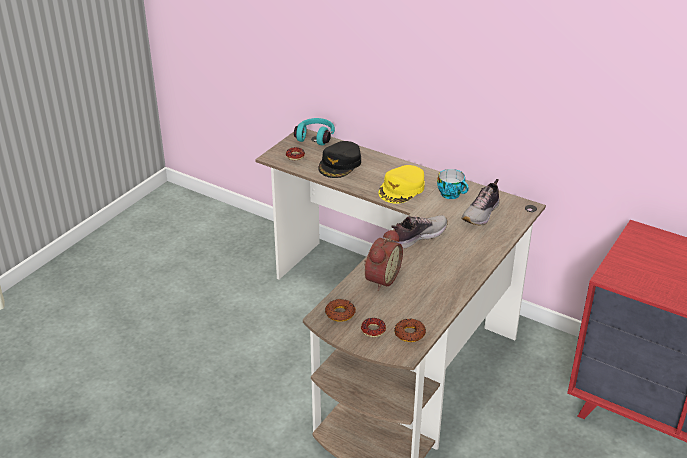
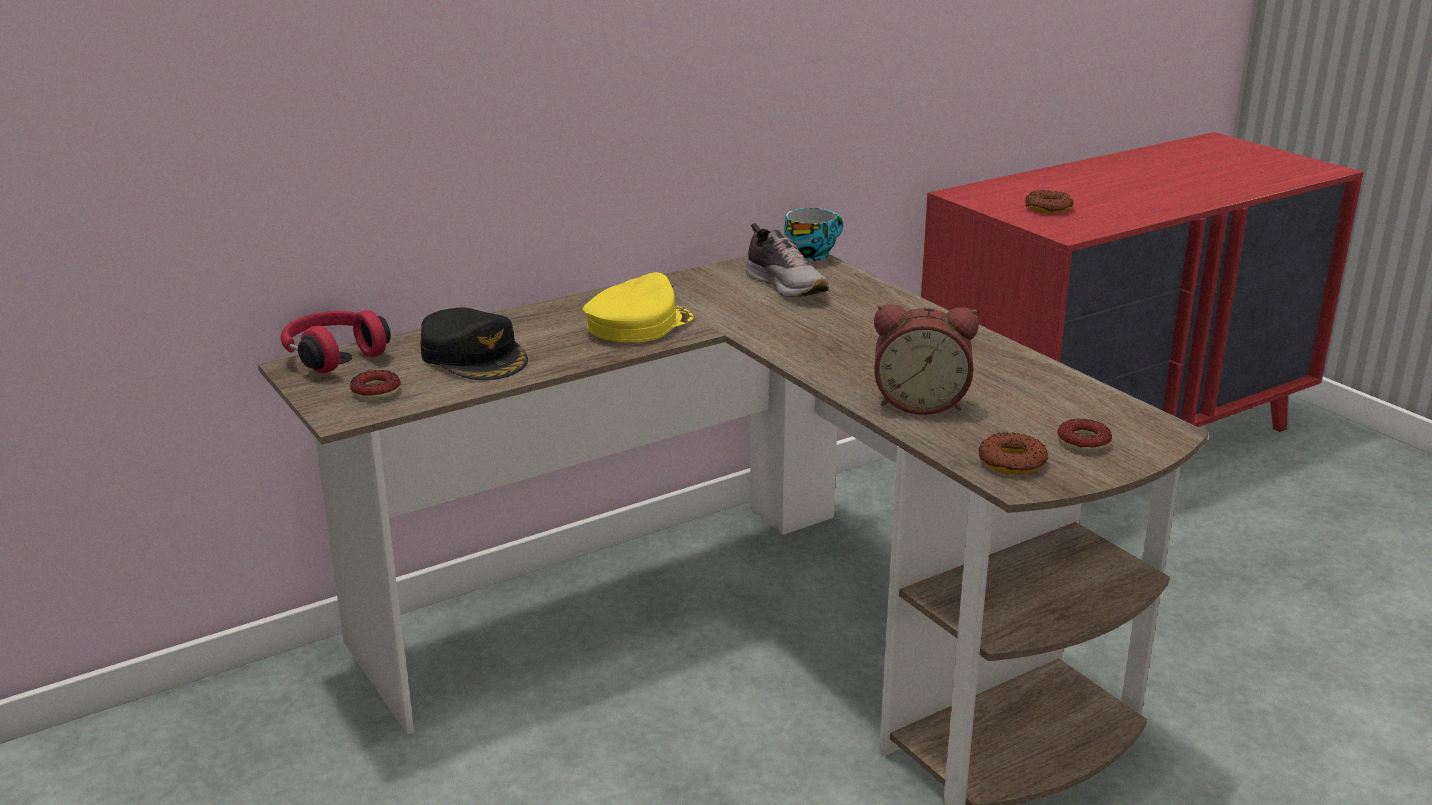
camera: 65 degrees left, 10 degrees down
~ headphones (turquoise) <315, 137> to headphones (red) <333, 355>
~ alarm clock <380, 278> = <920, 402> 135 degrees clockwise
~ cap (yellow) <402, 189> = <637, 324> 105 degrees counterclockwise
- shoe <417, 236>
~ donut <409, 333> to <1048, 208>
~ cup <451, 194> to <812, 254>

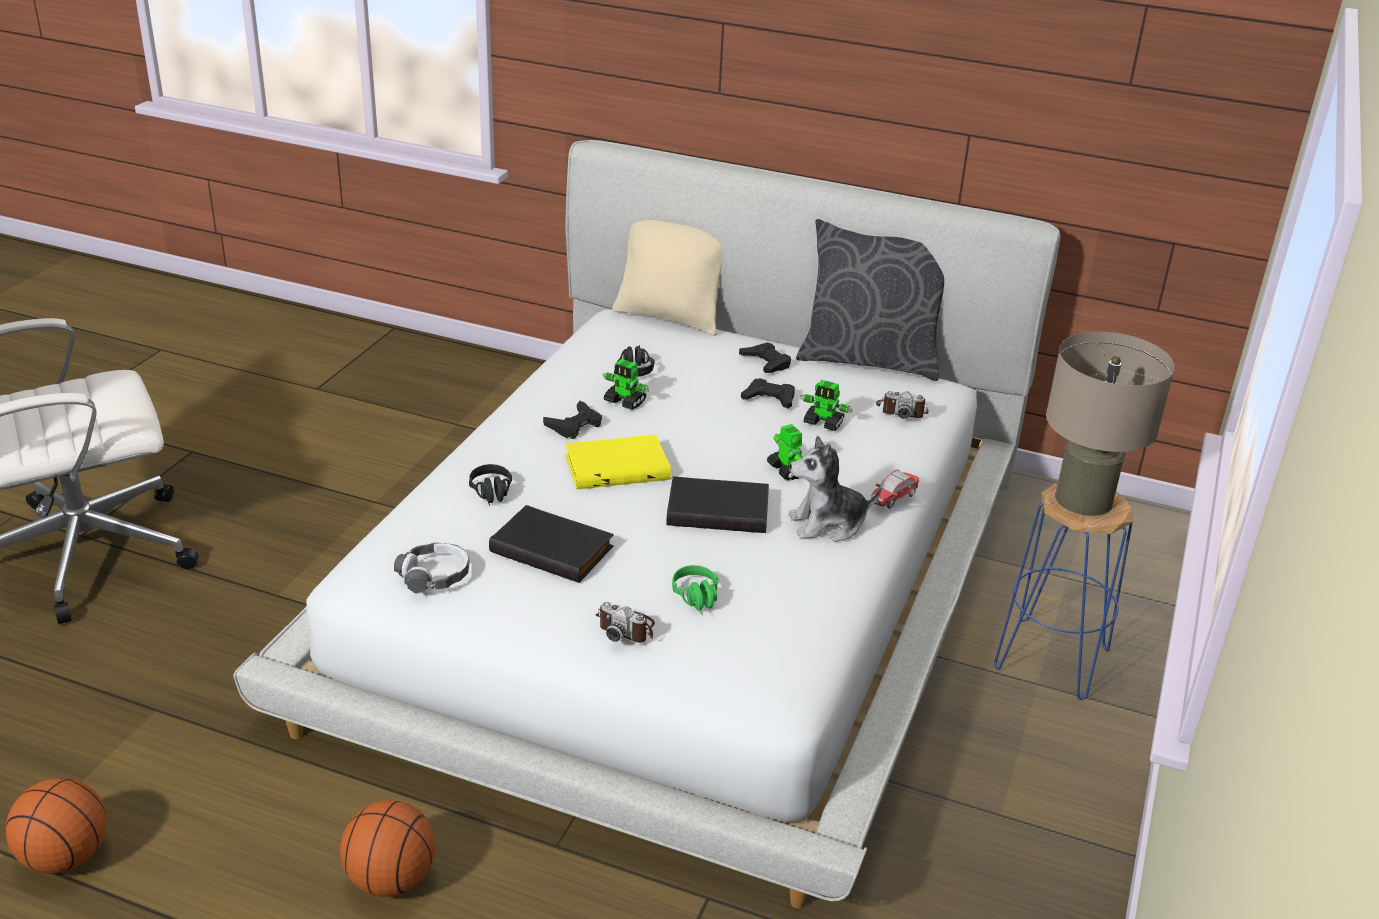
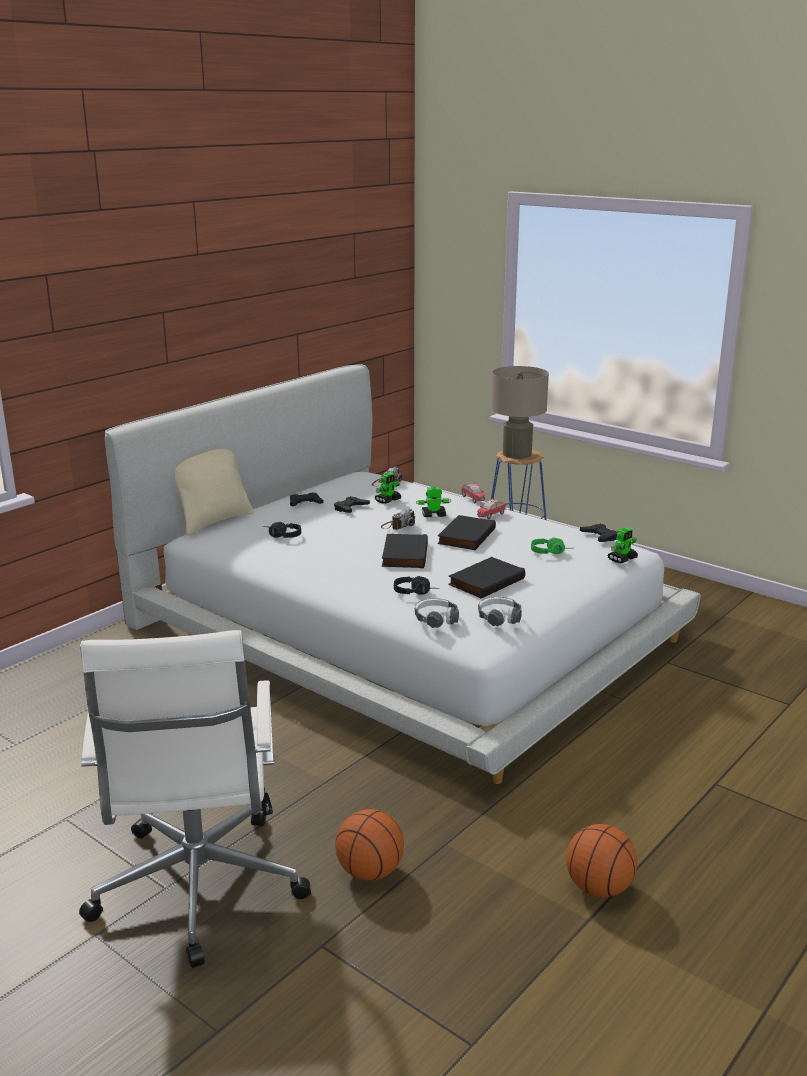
camera: 70 degrees left, 10 degrees down
~ basketball <391, 879> to <370, 871>
~ game controller (black) <574, 425> to <599, 536>
~ book (yellow) <617, 466> to book (black) <403, 554>
~ photo camera <626, 628> to <398, 525>
~ toy robot <625, 402> to <622, 559>
~ plush toy <827, 524> to toy car <491, 515>
- pillow (grey) <869, 359>
+ headphones <436, 619>

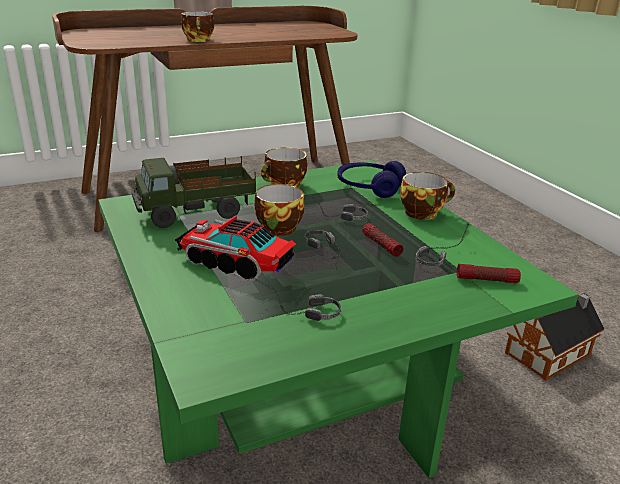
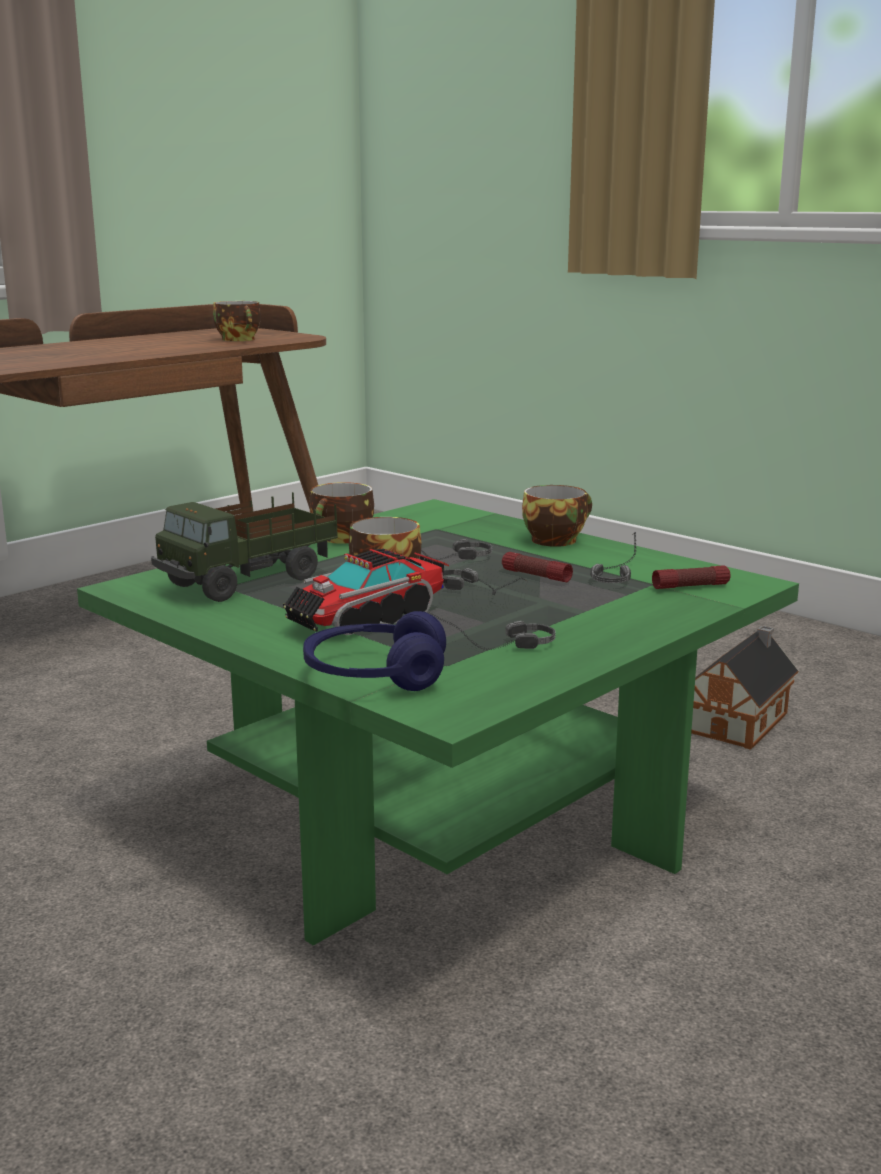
camera: 20 degrees left, 10 degrees down
~ toy truck <235, 263> = <367, 619> 45 degrees counterclockwise
~ cup <199, 40> to <240, 340>
~ headphones (blue) <369, 188> to <374, 676>

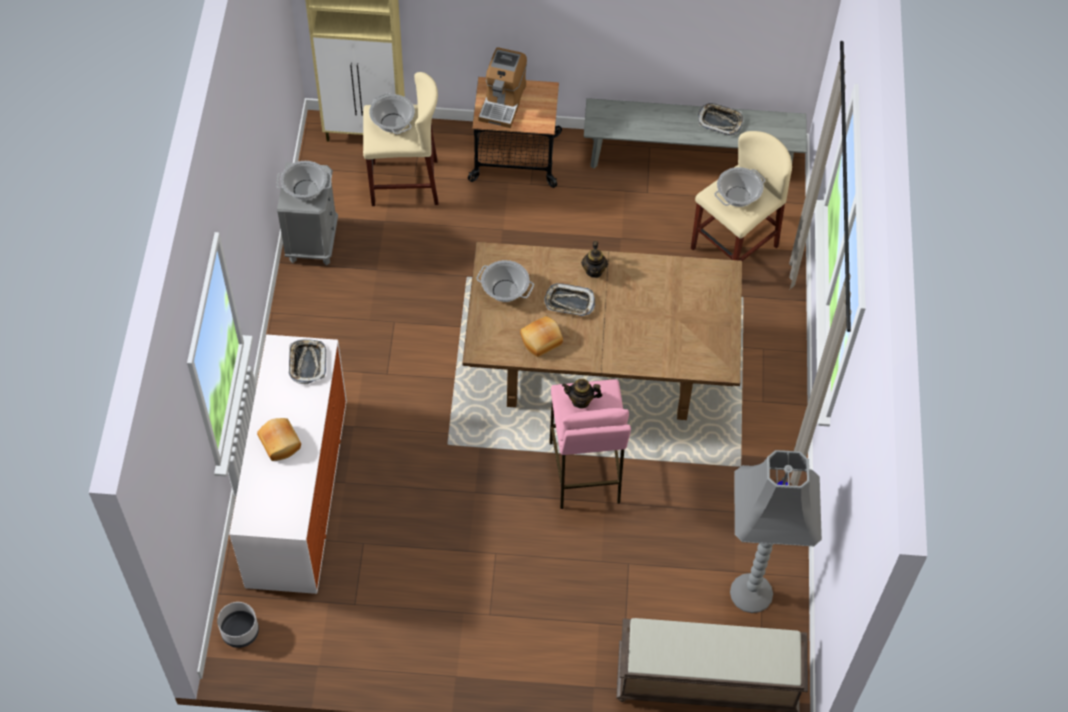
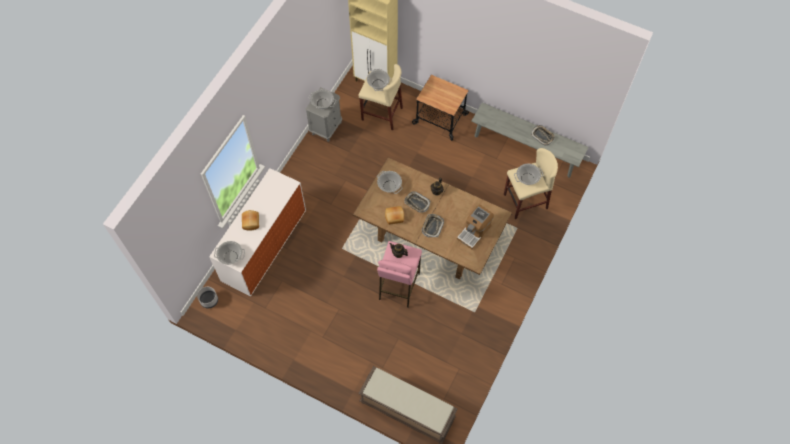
camera: 25 degrees right, 5 degrees up
~ tray <307, 363> to <432, 226>
~ coffee machine <503, 102> to <474, 232>
- floor lamp (grey) <750, 592>
+ cooking pot <231, 256>

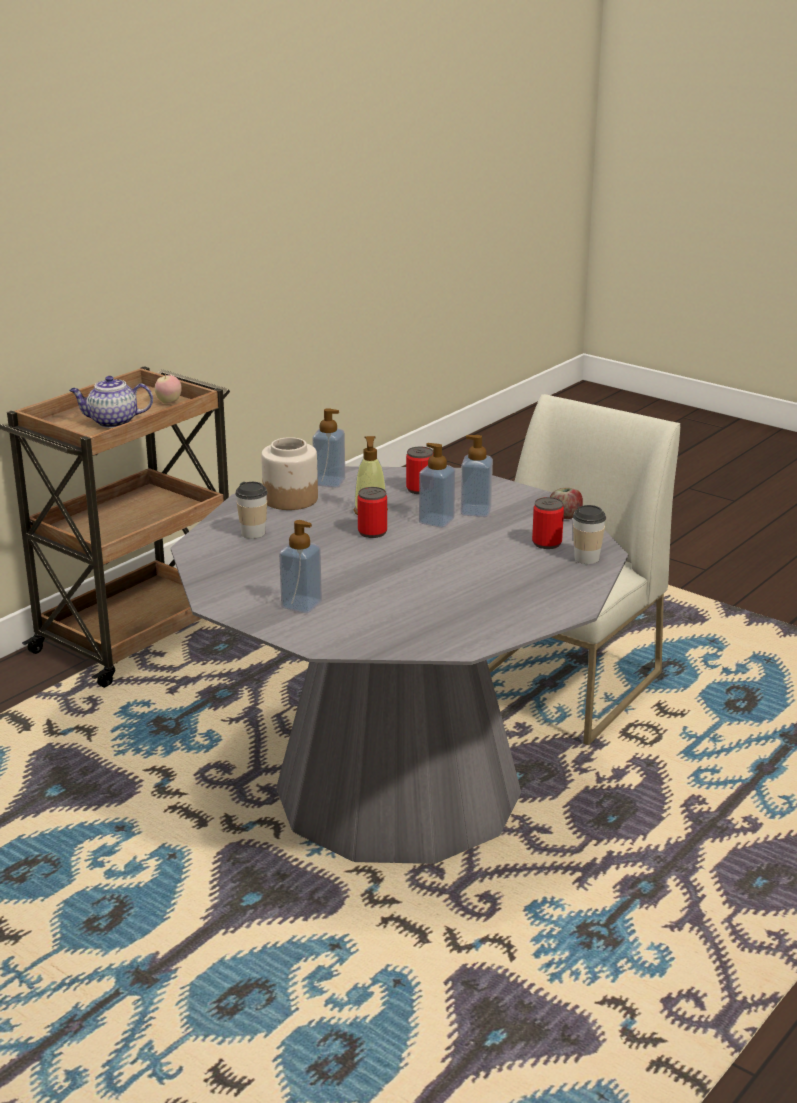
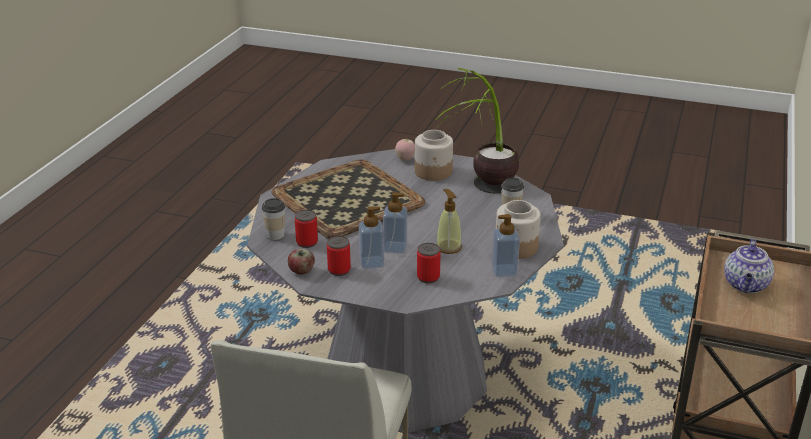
camera: 160 degrees right, 5 degrees up
~ teapot <112, 422> = <746, 285> 135 degrees clockwise
~ apple <169, 402> to <405, 159>
~ soap dispenser <301, 605> to jar <433, 172>
~ can <372, 532> to <339, 270>
+ tray <346, 198>
+ potted plant <481, 193>

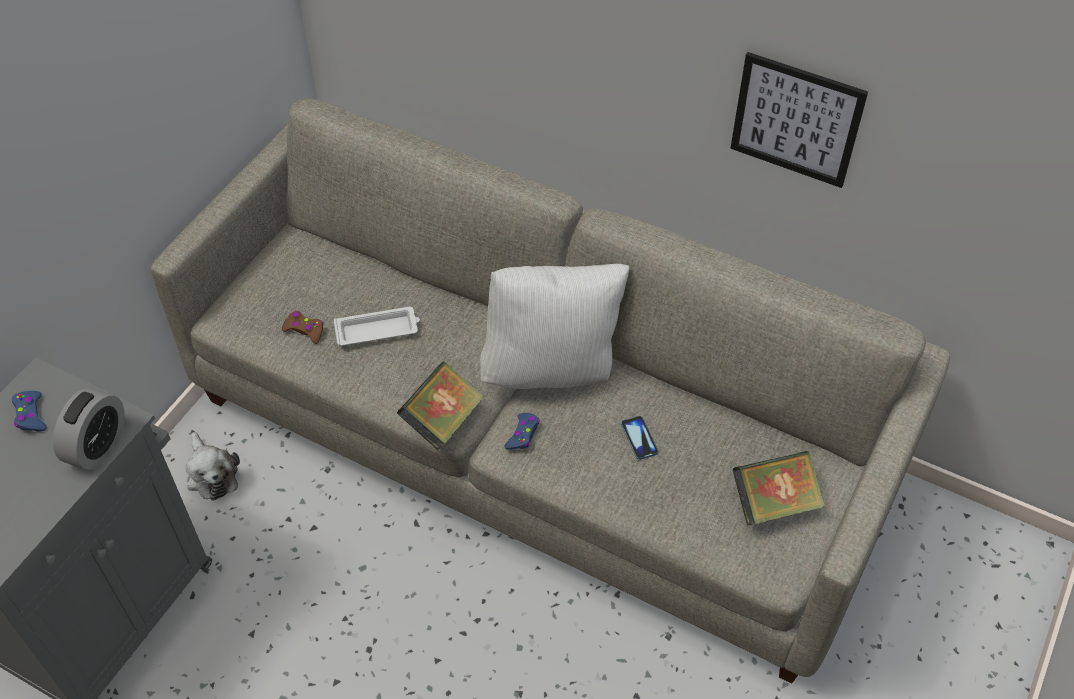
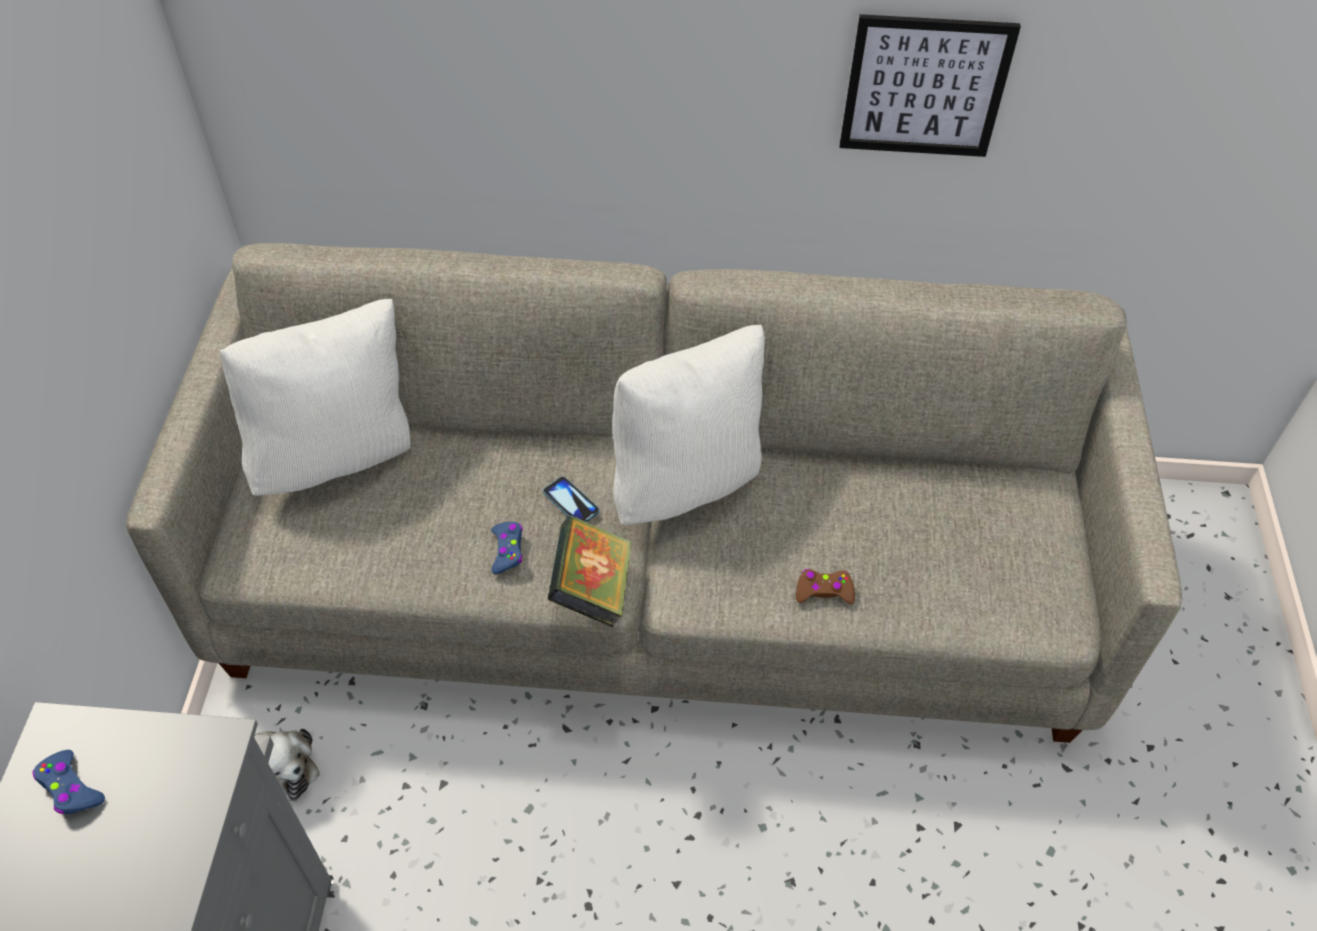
camera: 25 degrees left, 0 degrees up
- alarm clock <98, 445>
~ game controller (brown) <305, 330> to <823, 591>
- tray (white) <378, 330>
~ game controller (blue) <523, 435> to <507, 550>
~ phone <639, 438> to <571, 502>
- book <774, 502>
+ pillow (white) <337, 455>

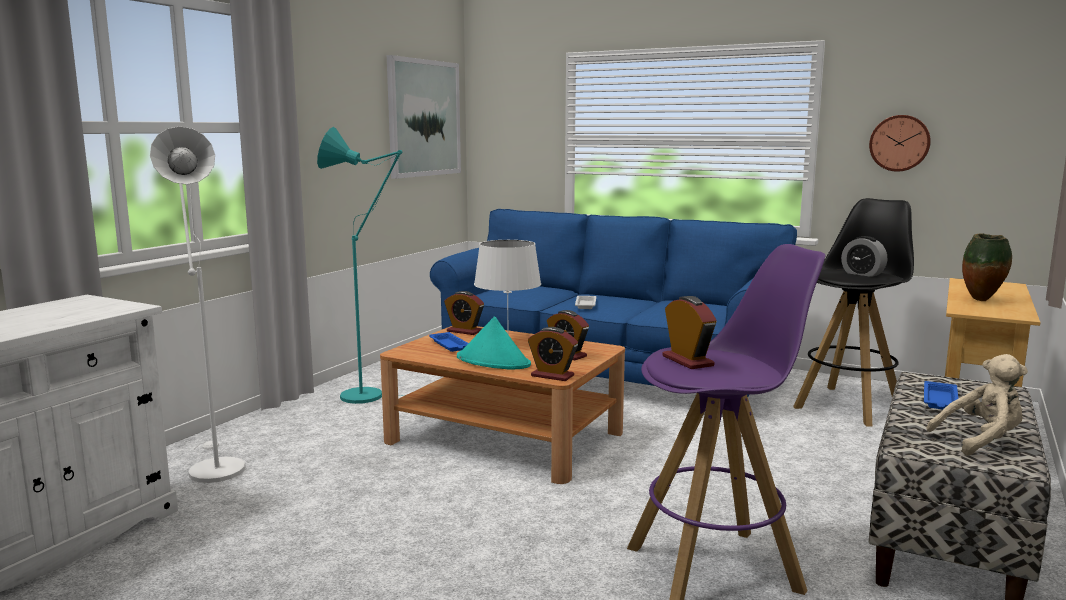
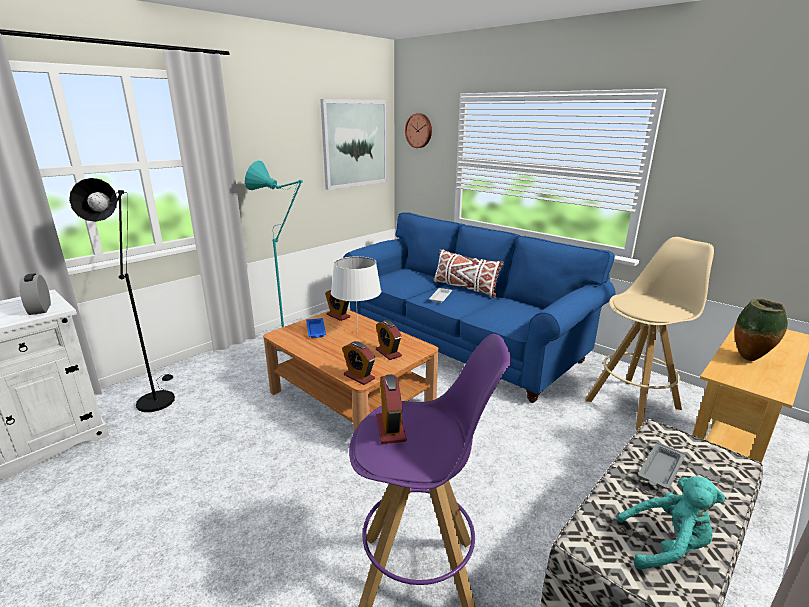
camera: 15 degrees right, 10 degrees up
~ floor lamp (white) <213, 467> to floor lamp (black) <156, 398>
- hat (turquoise) <493, 361>
~ stool (black) <849, 405> to stool (beige) <633, 404>
~ alarm clock <862, 274> to <40, 309>
~ wall clock <899, 143> to <419, 130>
~ tray (blue) <940, 400> to tray (grey) <660, 470>
~ plush toy (beige) <980, 441> to plush toy (turquoise) <666, 546>
+ pillow (white) <465, 288>

